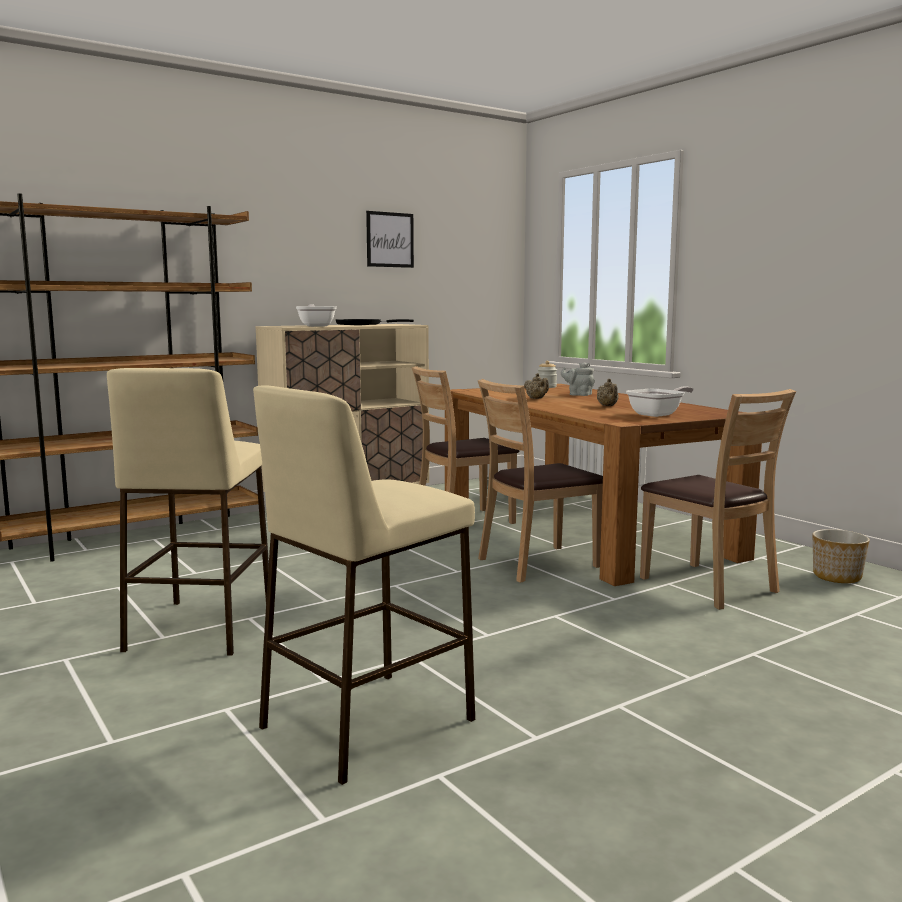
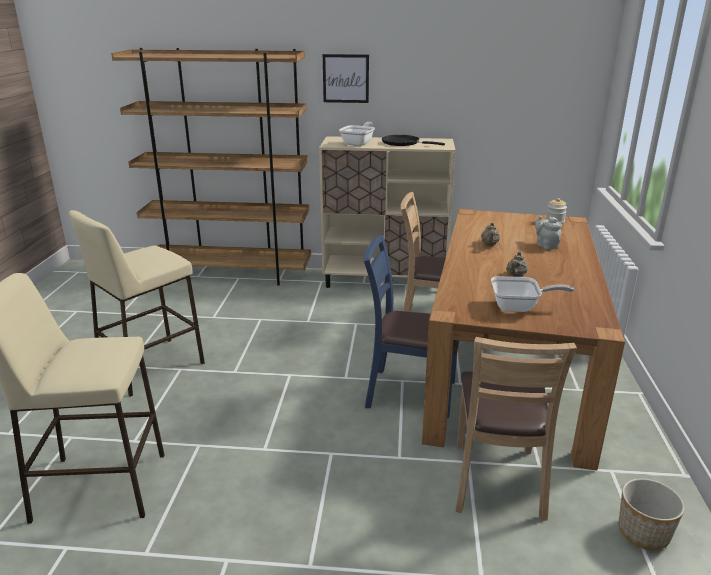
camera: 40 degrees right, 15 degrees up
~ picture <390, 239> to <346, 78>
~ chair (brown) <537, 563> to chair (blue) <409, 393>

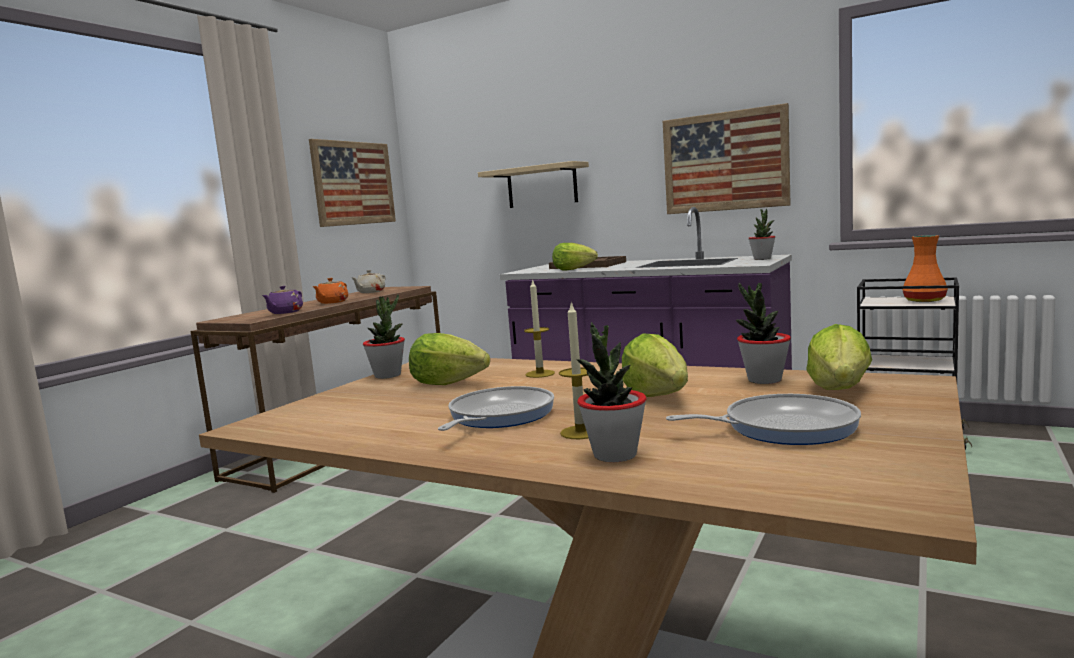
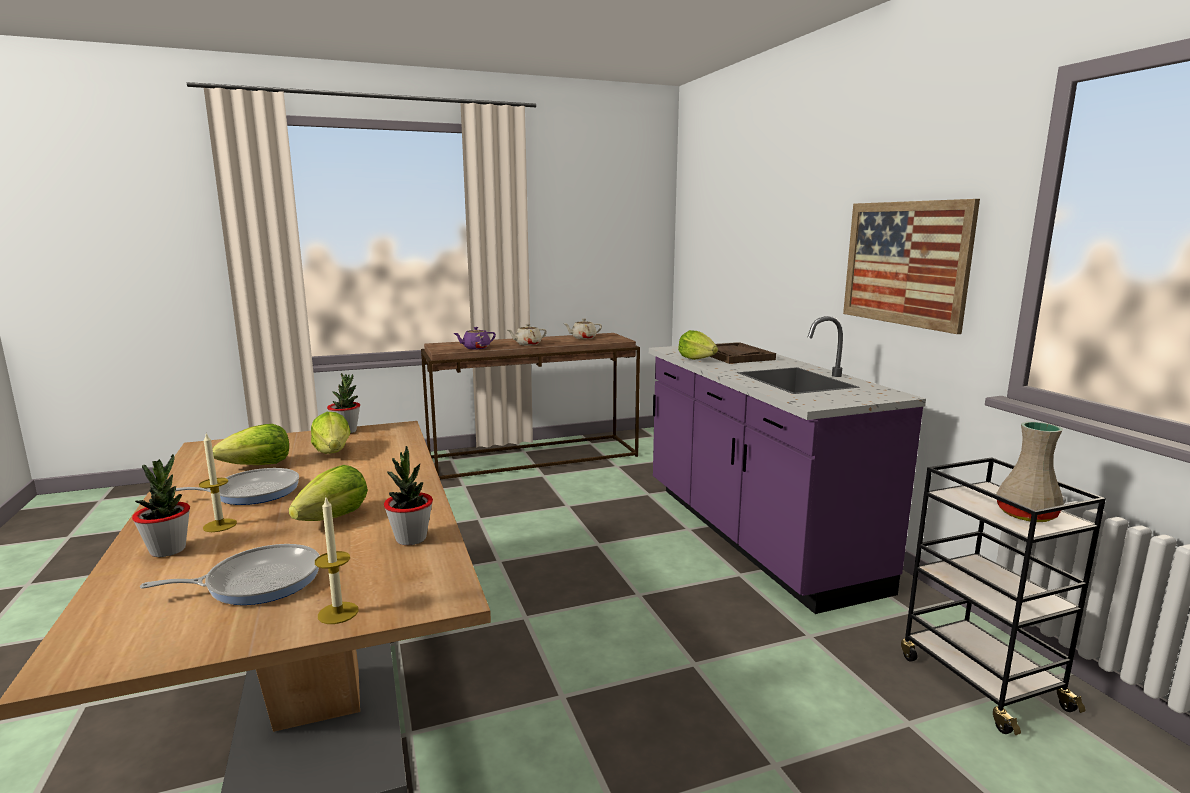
camera: 40 degrees right, 5 degrees up
- picture <354, 183>
~ teapot (orange) <332, 302> to teapot (beige) <527, 344>
- shelf (beige) <542, 186>
~ candle <540, 374> to <338, 613>
~ frying pan <782, 428> = <257, 582> 60 degrees counterclockwise
- potted plant <762, 259>
~ lettuce <840, 390> to <259, 466>
~ vase (orange) <925, 300> to vase (beige) <1028, 515>

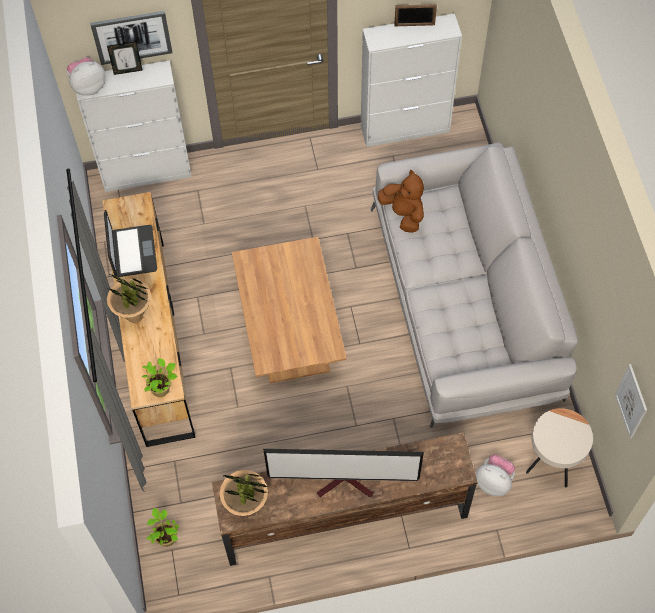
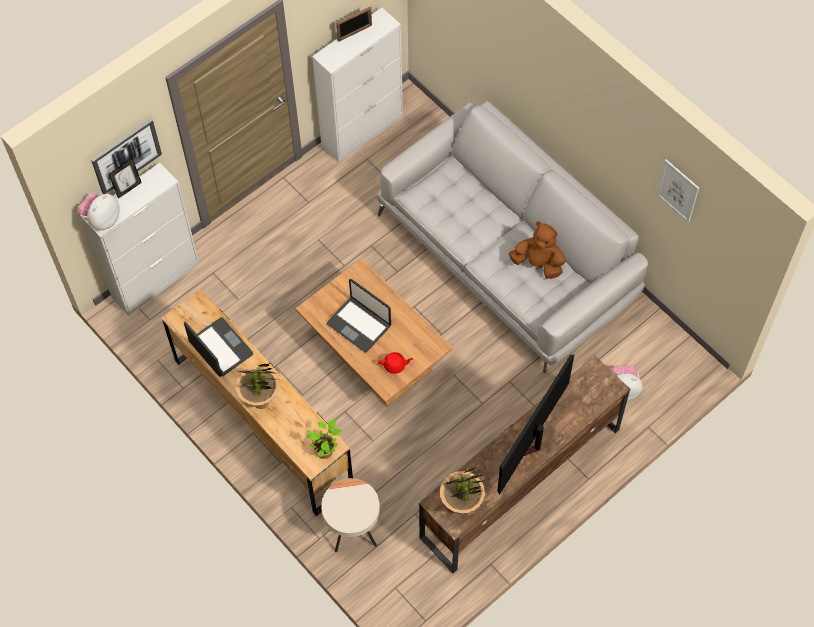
camera: 30 degrees left, 0 degrees up
- potted plant <166, 537>
~ television <346, 484> = <529, 445> 150 degrees clockwise
~ plush toy (brown) <403, 213> to <538, 263>
~ side table (beige) <552, 461> to <353, 529>
~ picture <631, 401> to <678, 190>
+ laptop <359, 324>
+ teapot (red) <395, 365>

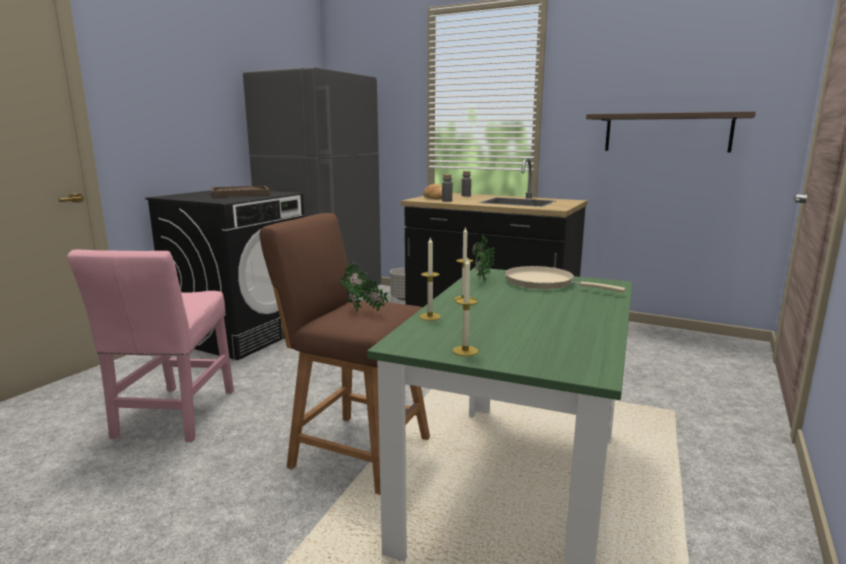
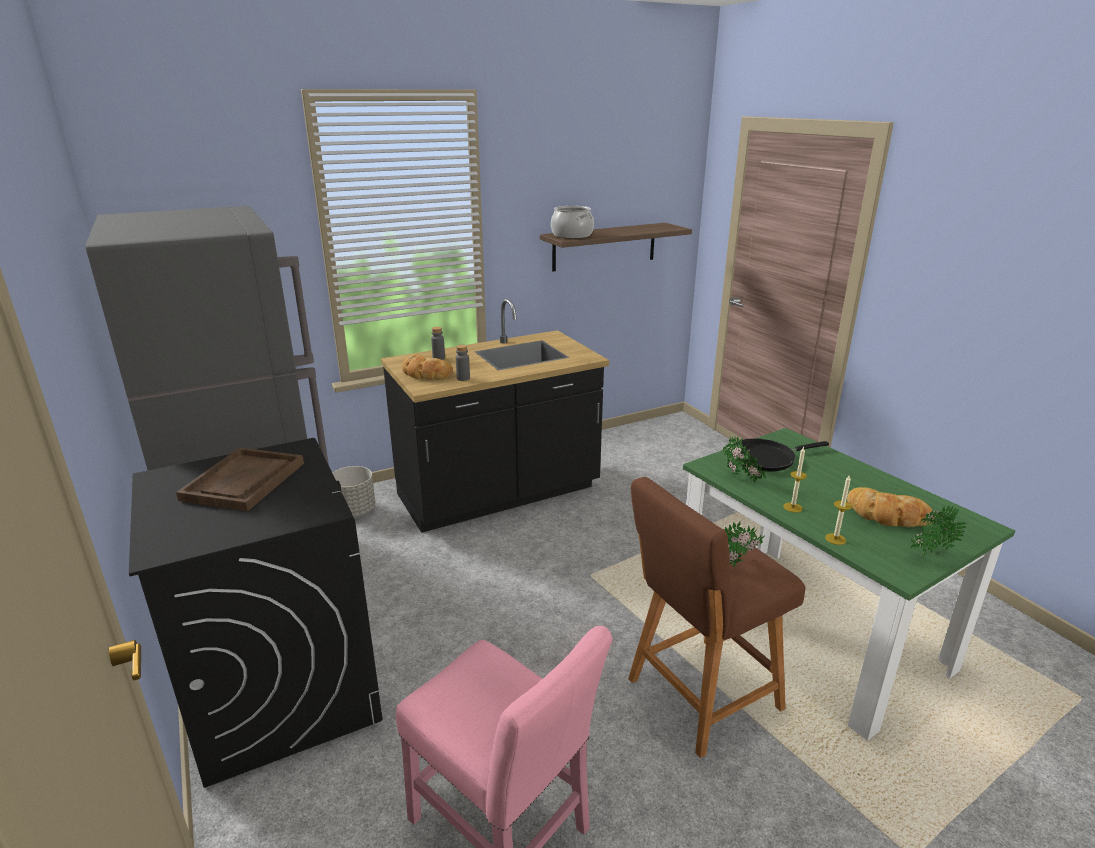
camera: 55 degrees left, 10 degrees up
~ candle <465, 351> to potted plant <928, 554>
~ frying pan (beige) <544, 283> to frying pan (black) <766, 458>
+ cooking pot <572, 235>
+ bread <887, 515>

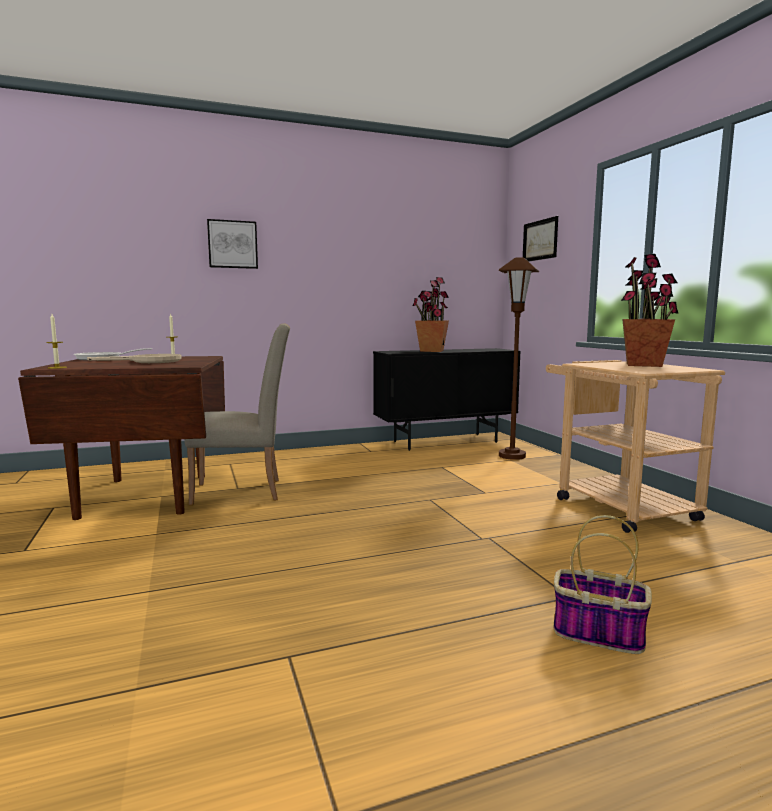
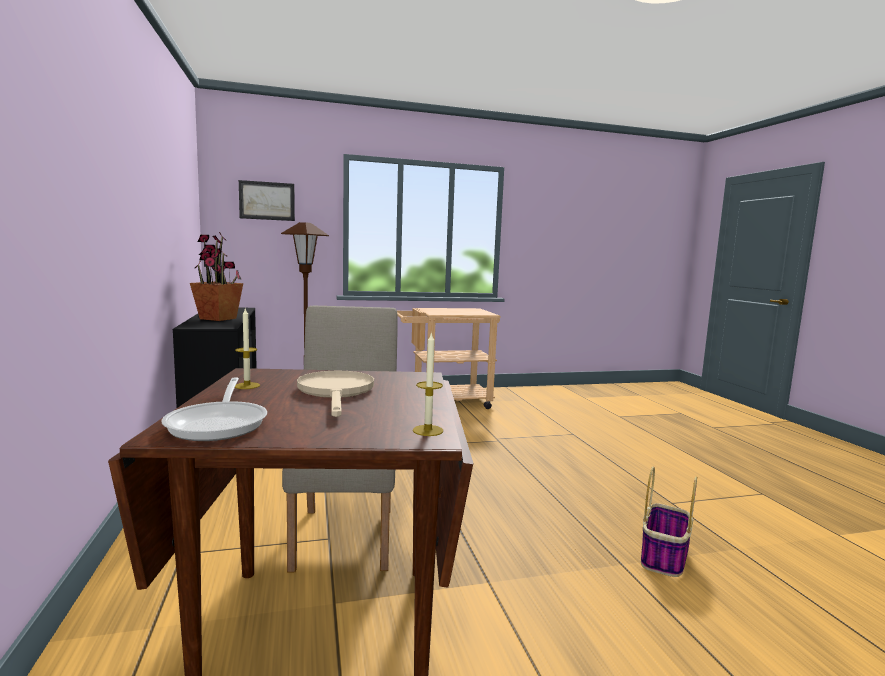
camera: 85 degrees left, 0 degrees up
- picture <232, 244>
~ basket <596, 633> to <663, 557>
- potted plant <644, 365>

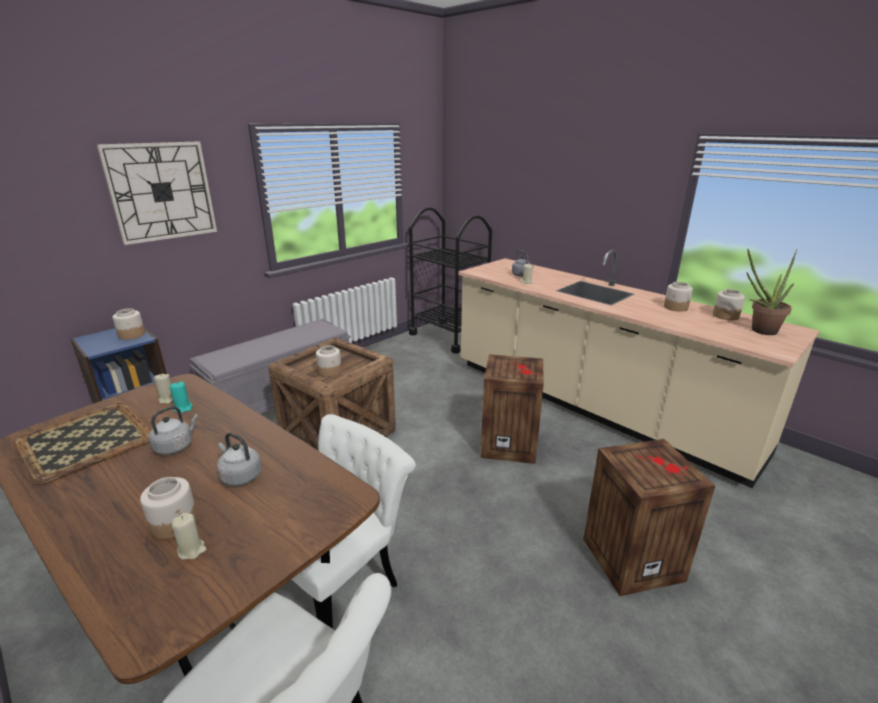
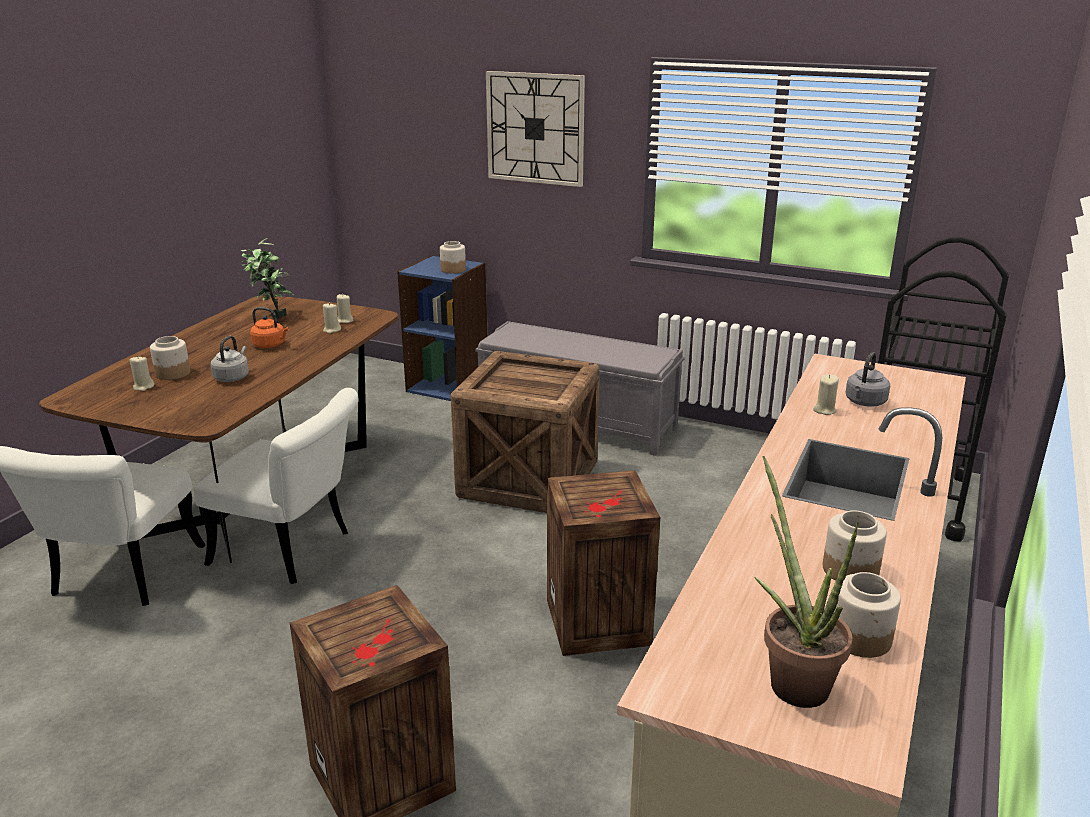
camera: 70 degrees right, 0 degrees up
~ tray <84, 440> to potted plant <271, 317>
~ kettle (grey) <176, 446> to kettle (orange) <270, 345>
~ candle (turquoise) <183, 408> to candle (beige) <332, 330>
- jar <330, 371>

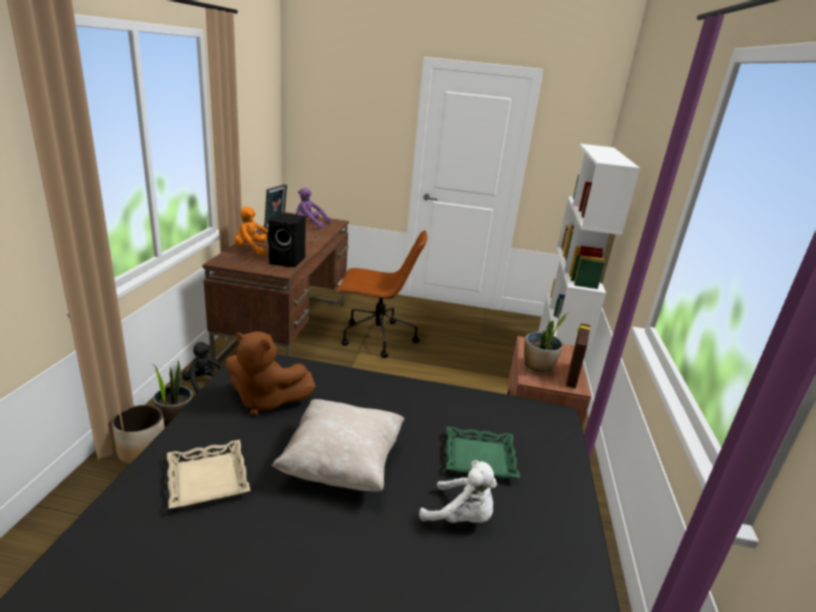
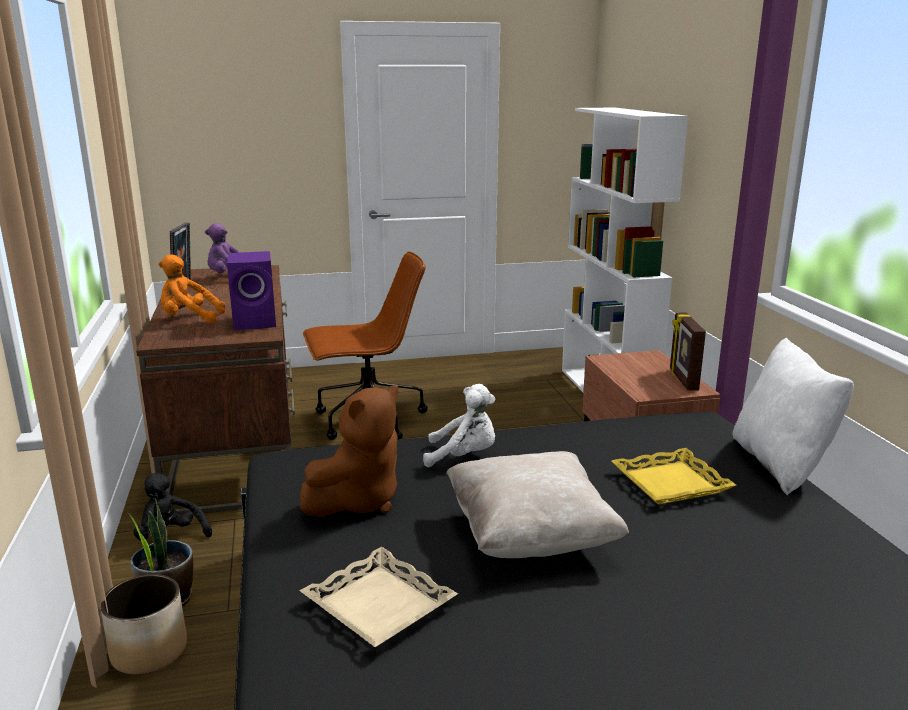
camera: 20 degrees left, 5 degrees down
~ plush toy (brown) <266, 401> = <358, 501> 45 degrees counterclockwise
~ speaker (black) <288, 261> to speaker (purple) <257, 322>
~ plush toy (white) <461, 517> to <464, 456>
~ tray (green) <480, 457> to tray (yellow) <670, 482>
- potted plant <538, 368>
+ pillow (white) <780, 464>

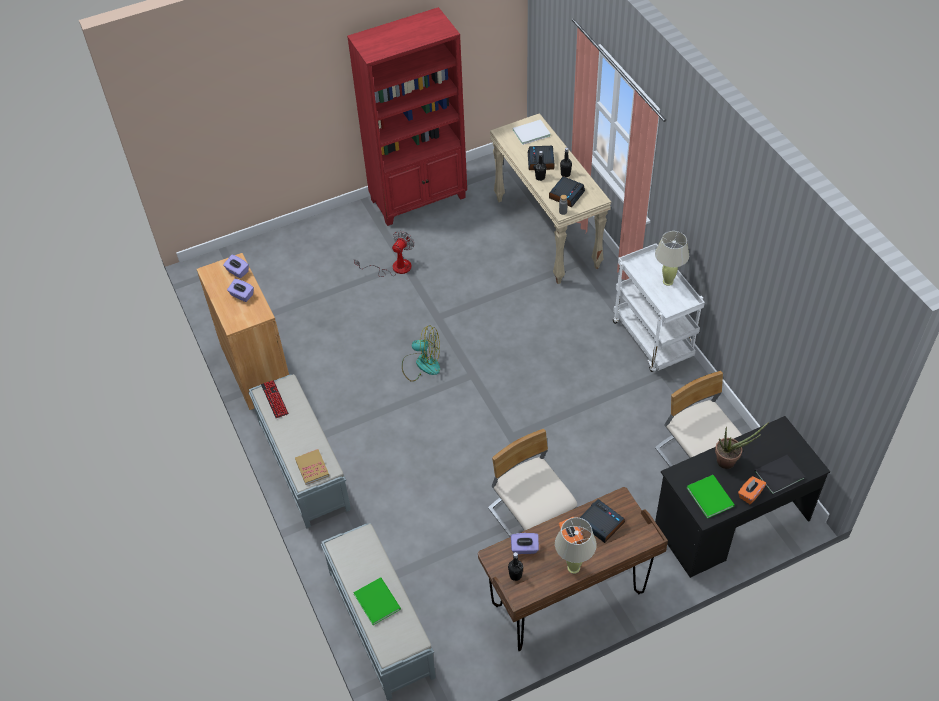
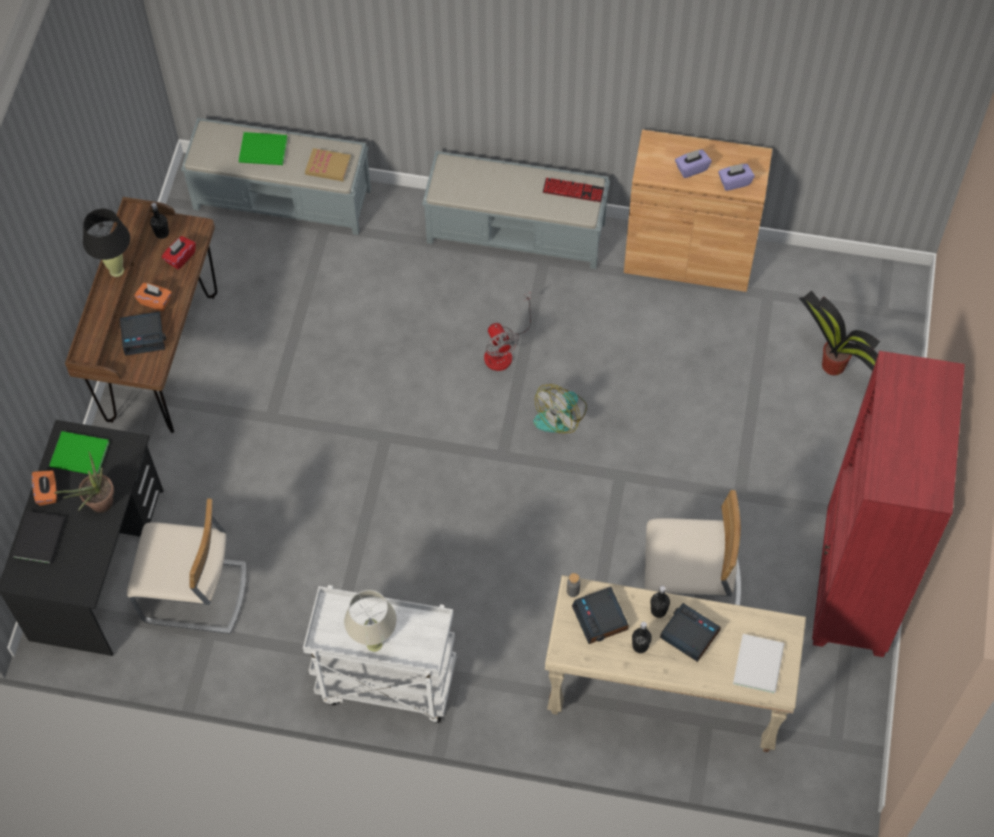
camera: 125 degrees right, 10 degrees up
~ book <312, 468> to <328, 166>
~ fan <394, 267> to <503, 350>
~ chair (beige) <531, 518> to <691, 588>
~ tissue box (purple) <524, 548> to tissue box (red) <180, 257>
~ table lamp (beige) <573, 567> to table lamp (black) <117, 270>
+ potted plant <834, 366>

